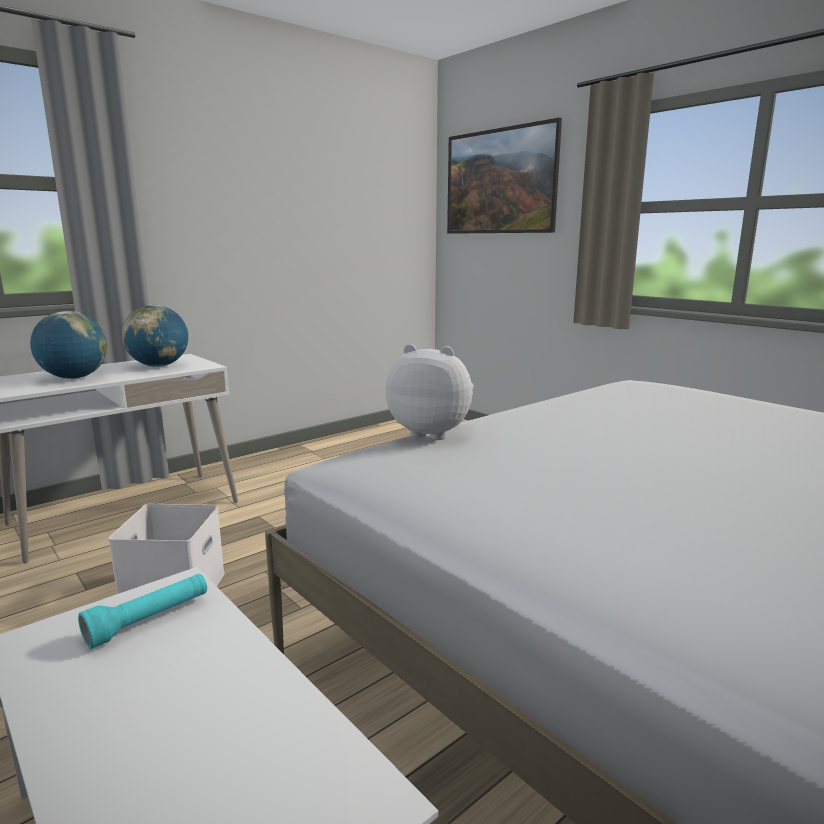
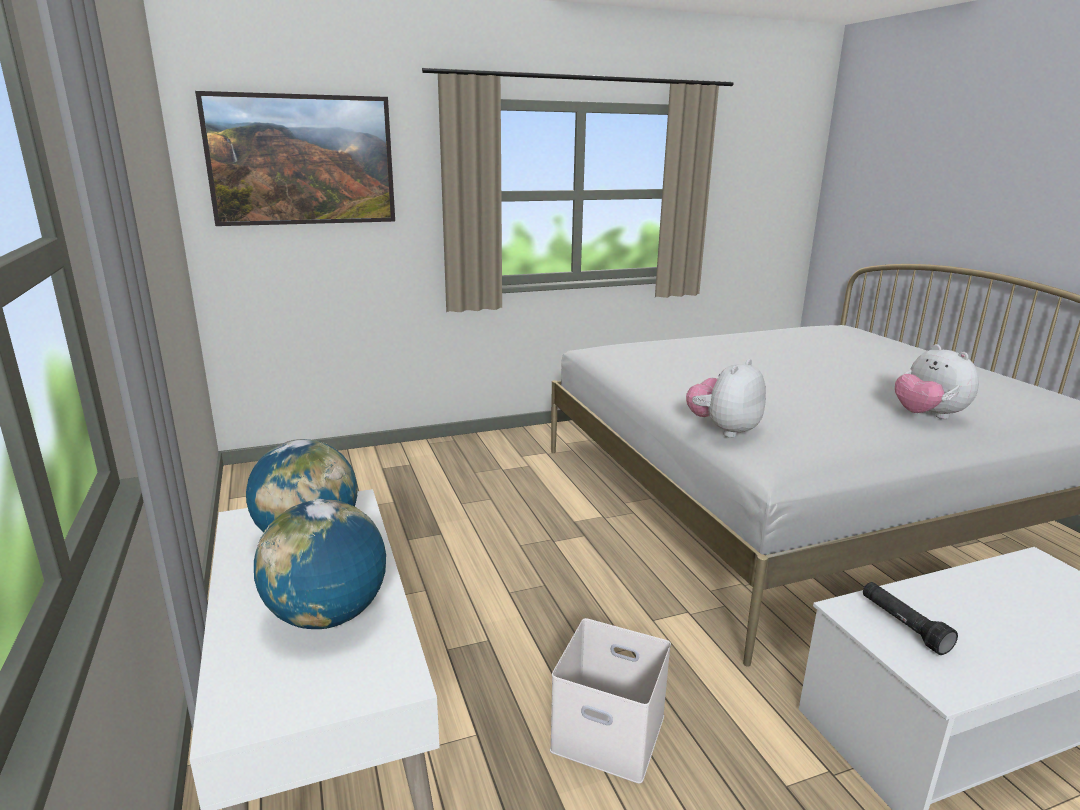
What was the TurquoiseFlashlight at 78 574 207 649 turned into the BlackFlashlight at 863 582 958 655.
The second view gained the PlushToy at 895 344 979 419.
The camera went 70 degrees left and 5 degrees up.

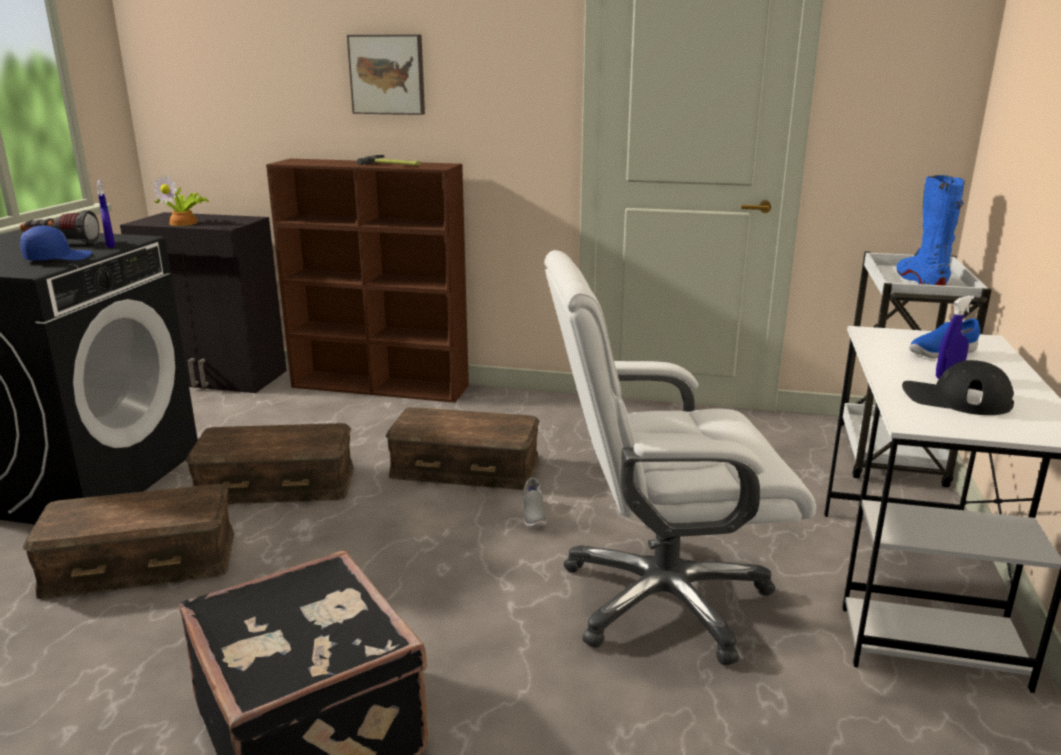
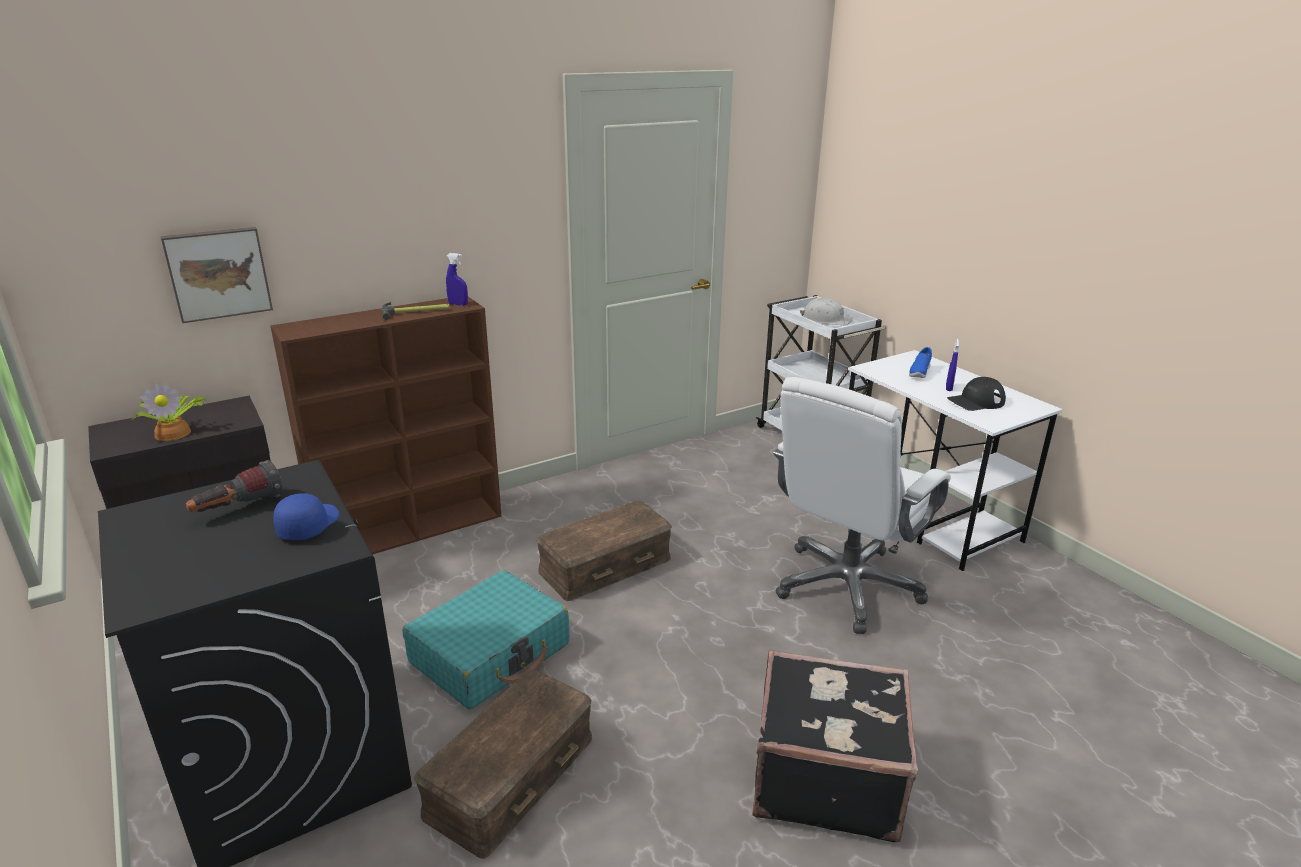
The Picture ended up elsewhere, having gone from 347 35 425 115 to 160 227 273 323.
Where the BlueBoot stood at 896 175 965 286, the WhiteHardHat came to stand at 800 298 852 326.
The BlueSprayBottle ended up elsewhere, having gone from 97 180 115 248 to 446 253 468 306.
Where the BrownStorageBox stood at 186 423 354 504, the TurquoiseSuitcase came to stand at 402 570 569 709.
The second view lost the GreyShoe at 523 478 547 528.
The camera went 45 degrees left and 5 degrees up.

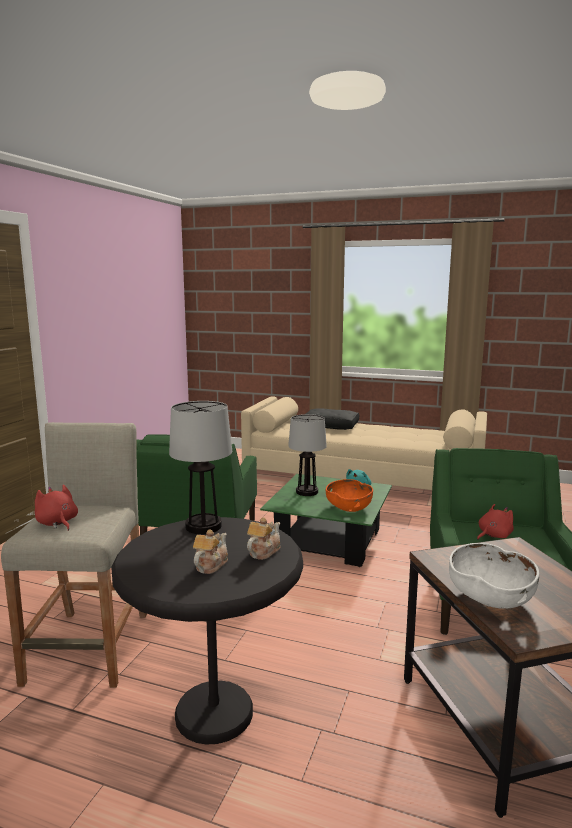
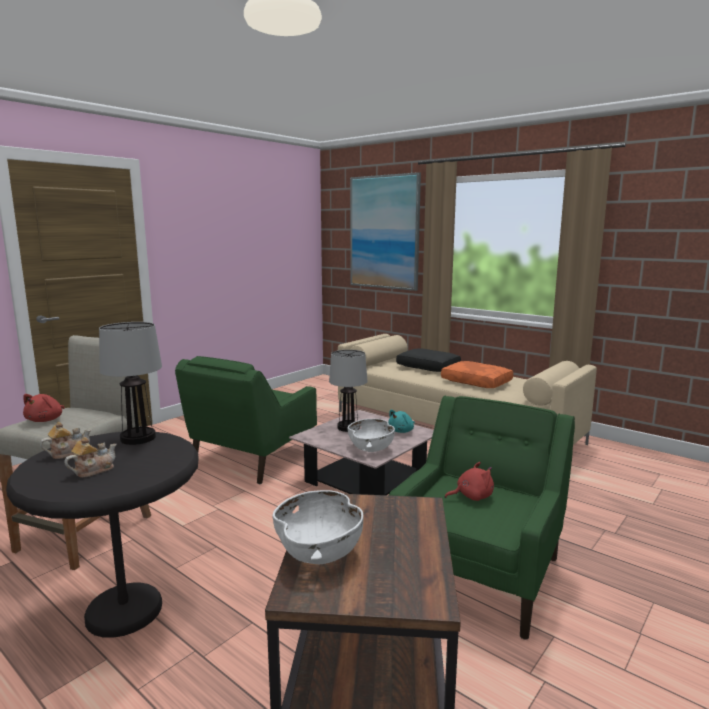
What was the GreenCoffeeTable at 260 474 392 567 turned into the PinkCoffeeTable at 289 410 434 495.
What was the OrangeBowl at 326 479 373 512 turned into the WhiteBowl at 347 419 395 452.
The RedPlushToy at 35 484 78 531 ended up facing another way, 150 degrees counterclockwise from before.
The Teapot ended up elsewhere, having gone from 247 518 280 560 to 40 422 91 459.
The second view gained the Picture at 350 172 421 291.
The second view gained the OrangePillow at 441 361 513 388.
The camera went 20 degrees right and 0 degrees up.

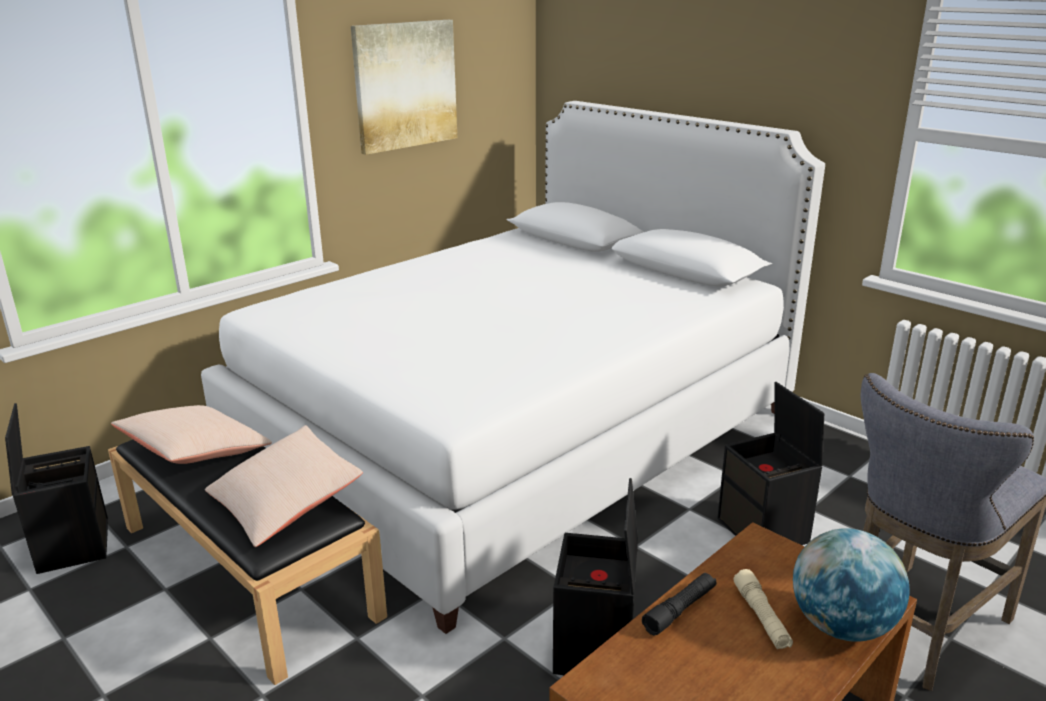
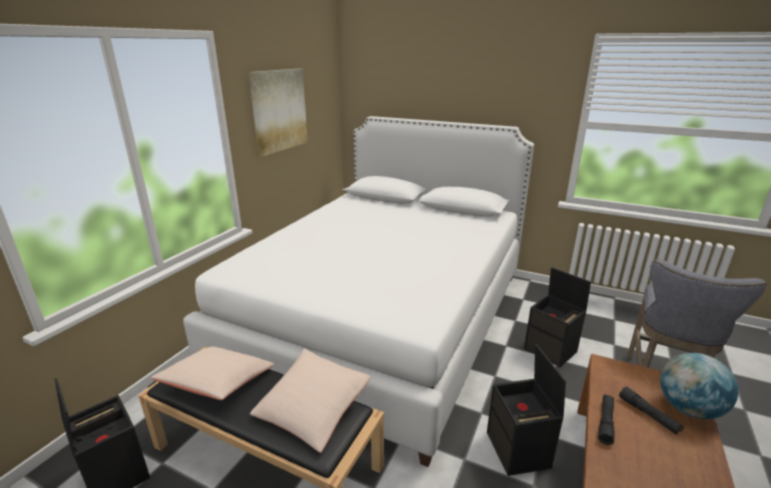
What was the BeigeFlashlight at 734 569 793 650 turned into the BlackFlashlight at 619 387 684 435.
The camera went 20 degrees left and 0 degrees up.

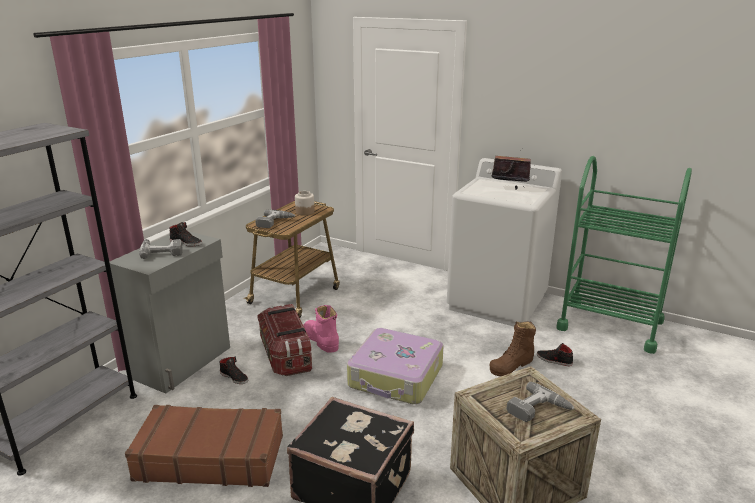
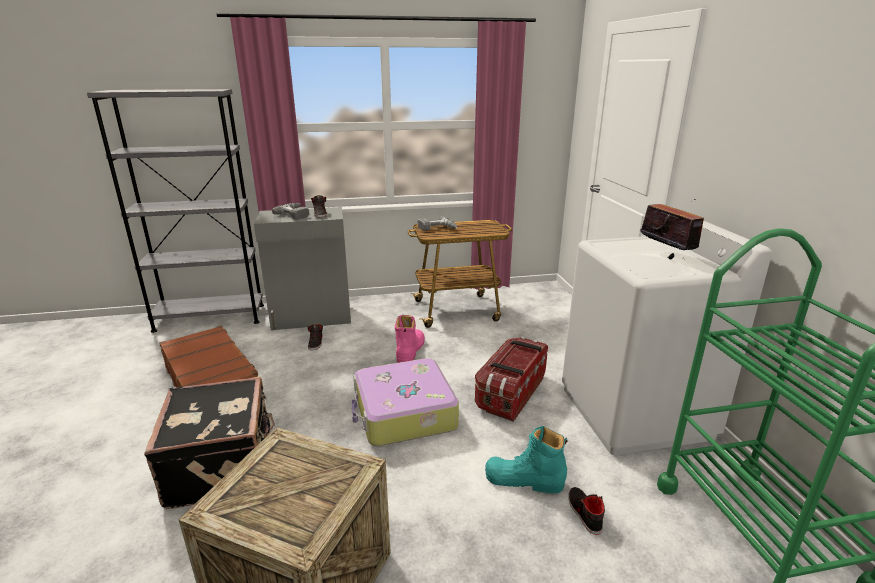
The second view lost the Jar at 295 191 315 216.
The StorageBox ended up elsewhere, having gone from 257 304 312 376 to 475 337 548 422.
What was the BrownBoot at 490 321 536 377 turned into the TurquoiseBoot at 485 426 568 493.
The second view lost the PowerDrill at 506 382 574 422.
The camera went 50 degrees right and 0 degrees up.

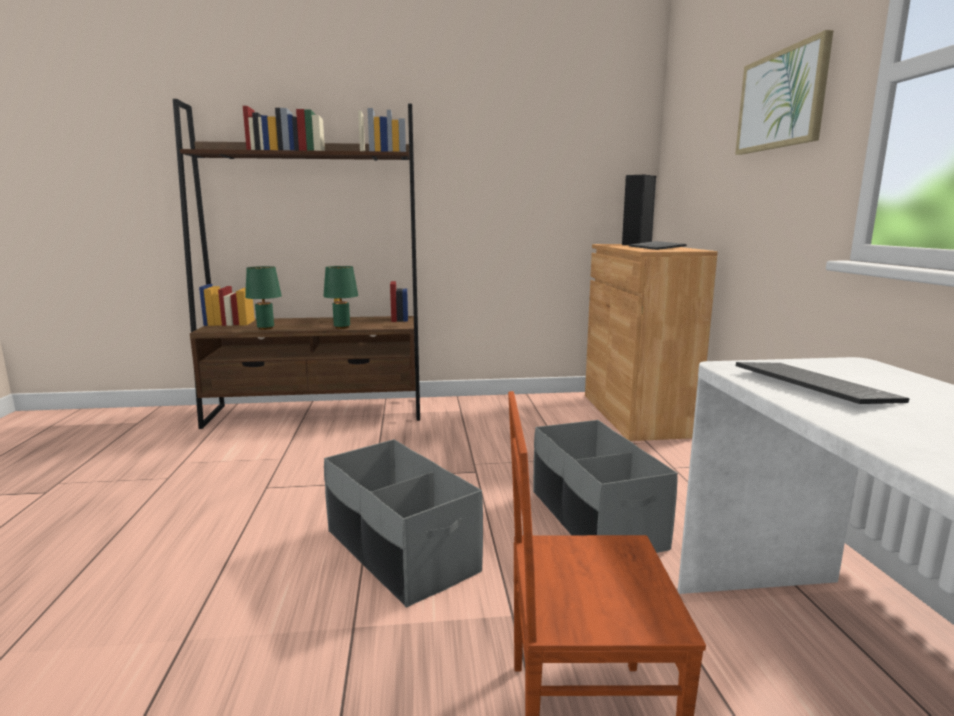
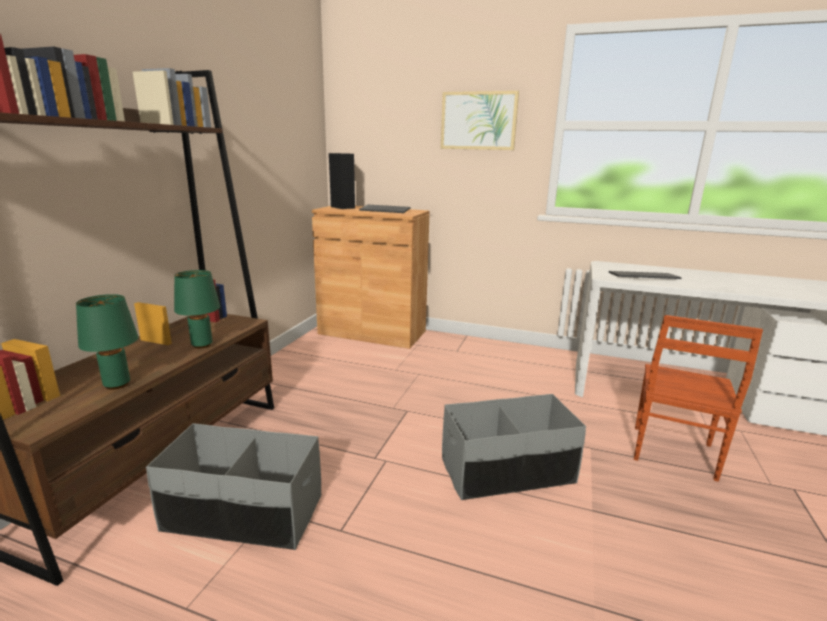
The GreyStorageBox ended up elsewhere, having gone from 533 420 678 553 to 146 423 321 550.
The camera went 65 degrees left and 5 degrees up.

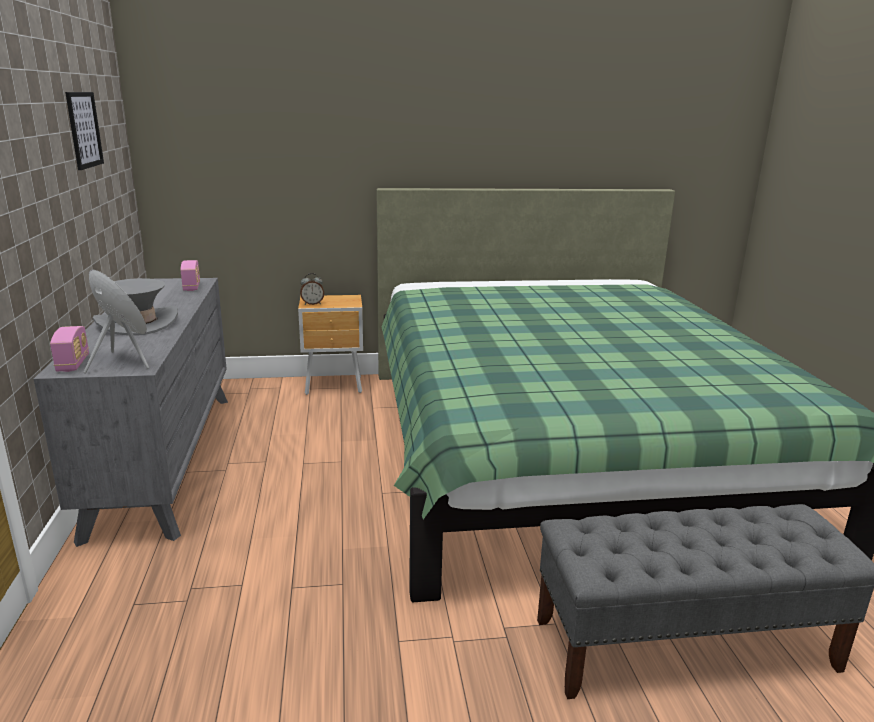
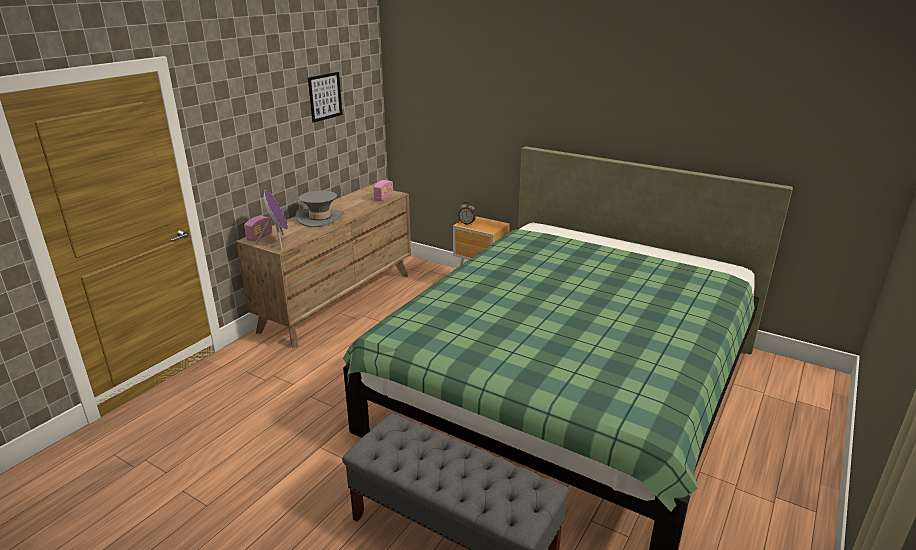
What was the GreyDresser at 34 278 228 547 turned into the BrownDresser at 236 185 411 348.
The camera went 40 degrees right and 5 degrees up.

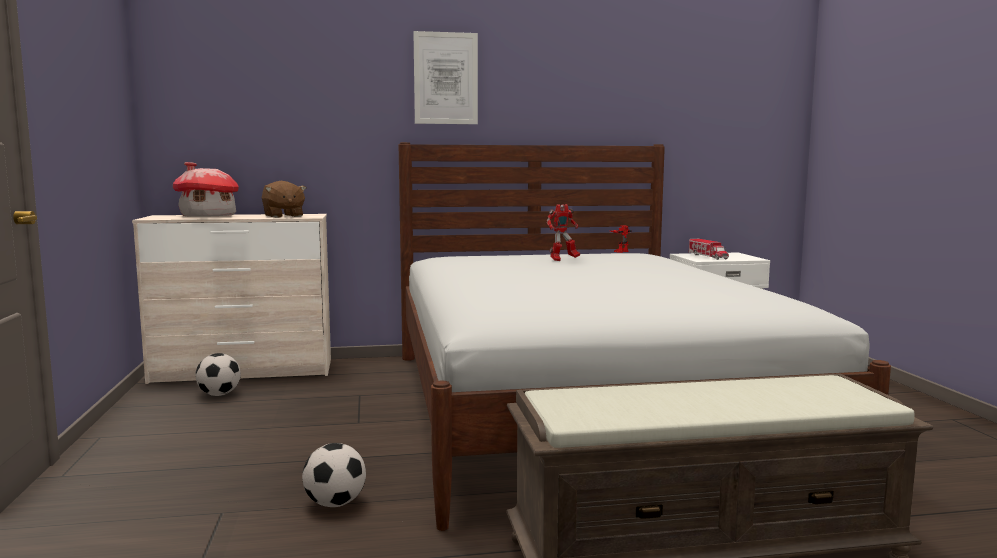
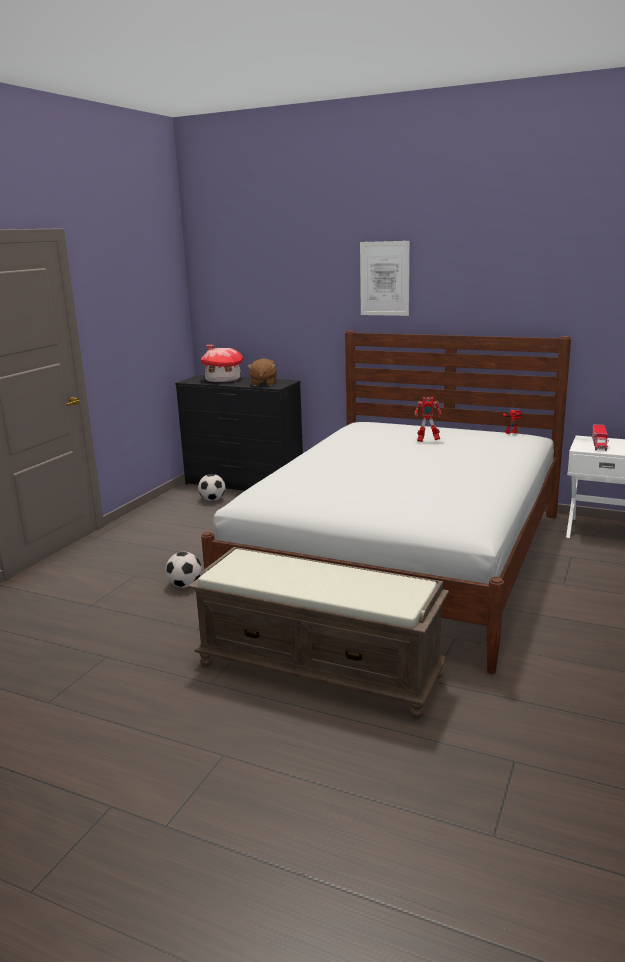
What was the BeigeDresser at 132 214 331 384 turned into the BlackDresser at 175 375 303 491.
The camera went 35 degrees right and 10 degrees up.

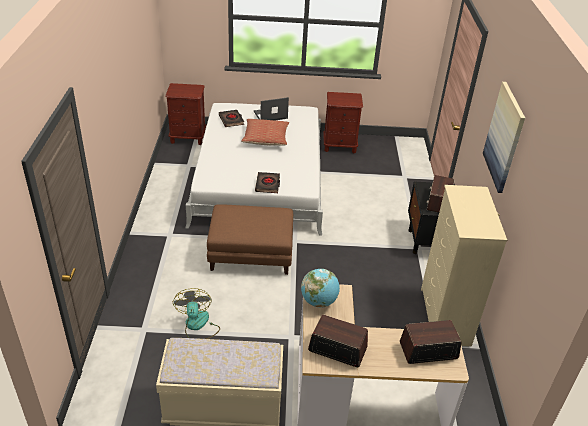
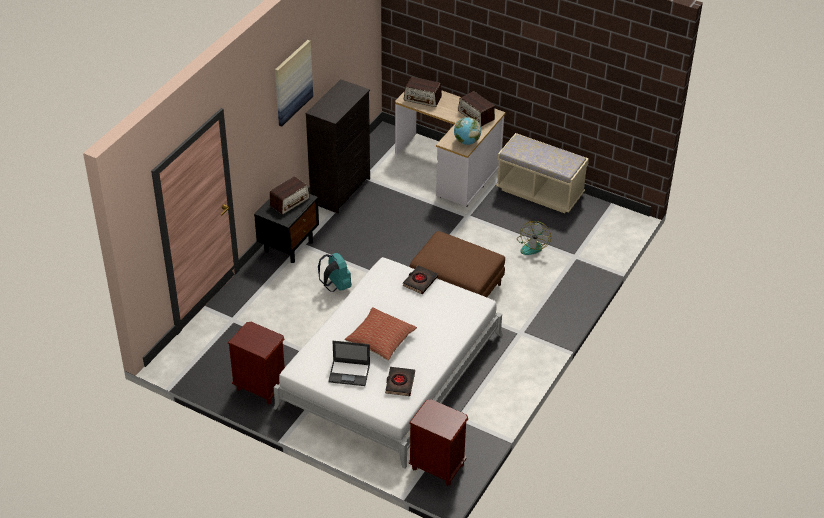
What was the BeigeDresser at 421 185 507 346 turned into the BlackDresser at 305 79 370 214.
The second view gained the TurquoiseBackpack at 318 253 352 292.
The camera went 150 degrees left and 5 degrees up.

